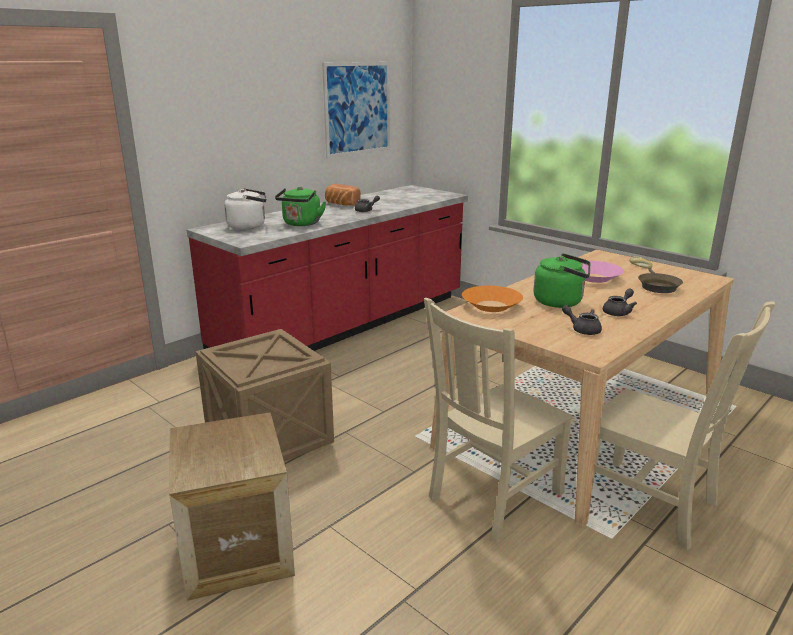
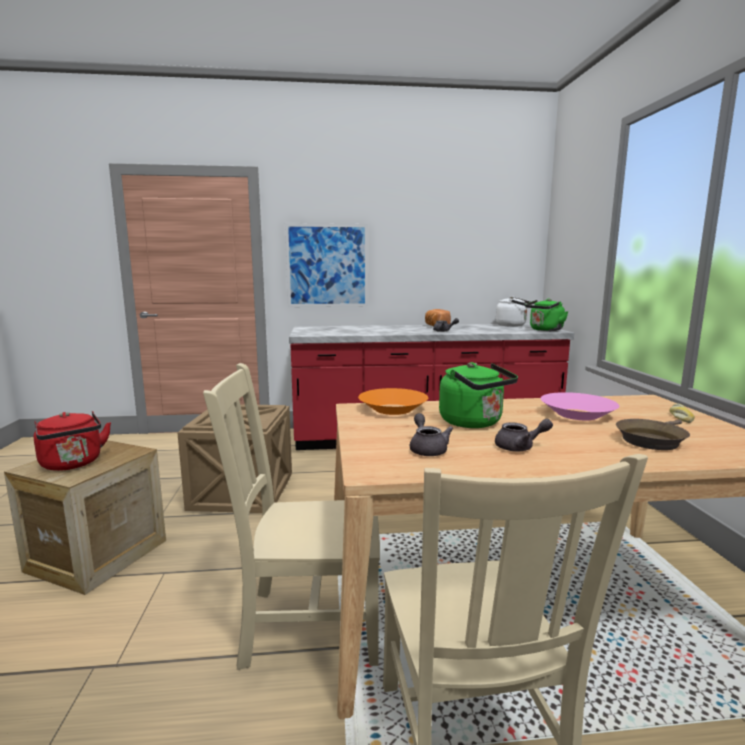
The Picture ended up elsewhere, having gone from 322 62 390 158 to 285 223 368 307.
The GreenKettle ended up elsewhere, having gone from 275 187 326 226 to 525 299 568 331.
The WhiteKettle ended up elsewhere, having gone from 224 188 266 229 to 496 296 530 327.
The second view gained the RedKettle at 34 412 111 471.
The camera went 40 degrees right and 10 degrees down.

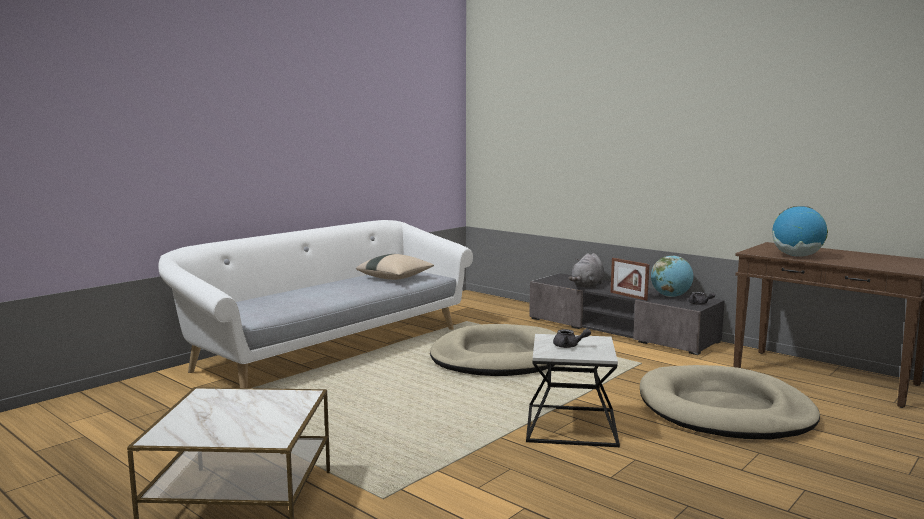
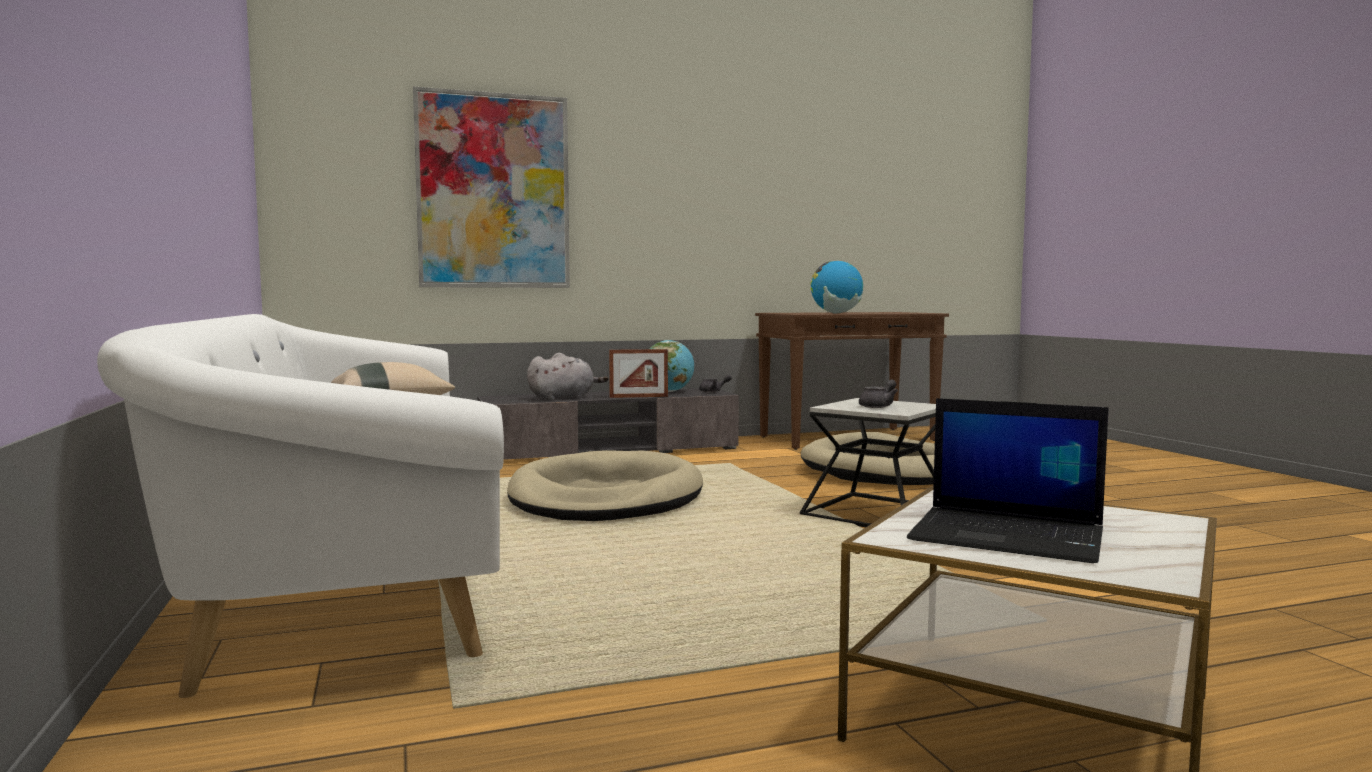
The GreyPlushToy at 569 253 604 289 ended up facing another way, 90 degrees counterclockwise from before.
The second view gained the Picture at 413 86 570 288.
The second view gained the Laptop at 907 398 1109 563.
The camera went 60 degrees left and 5 degrees down.

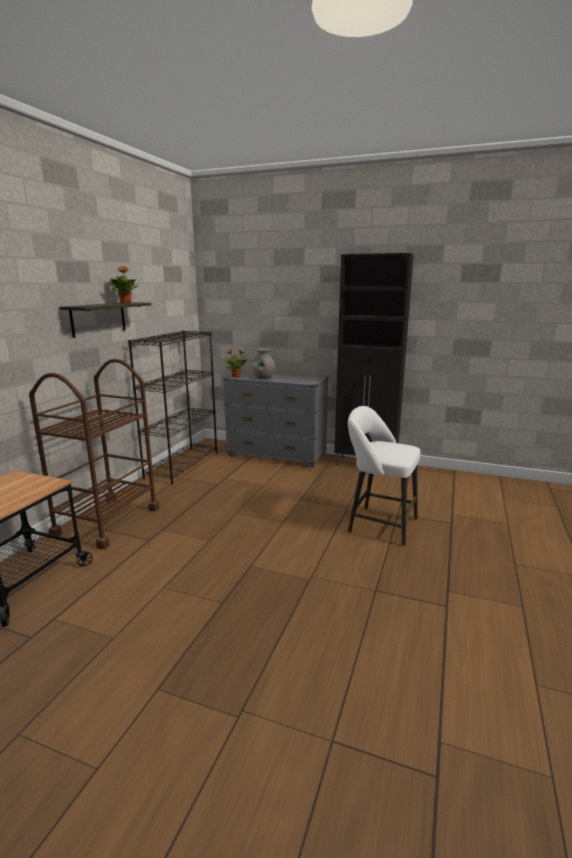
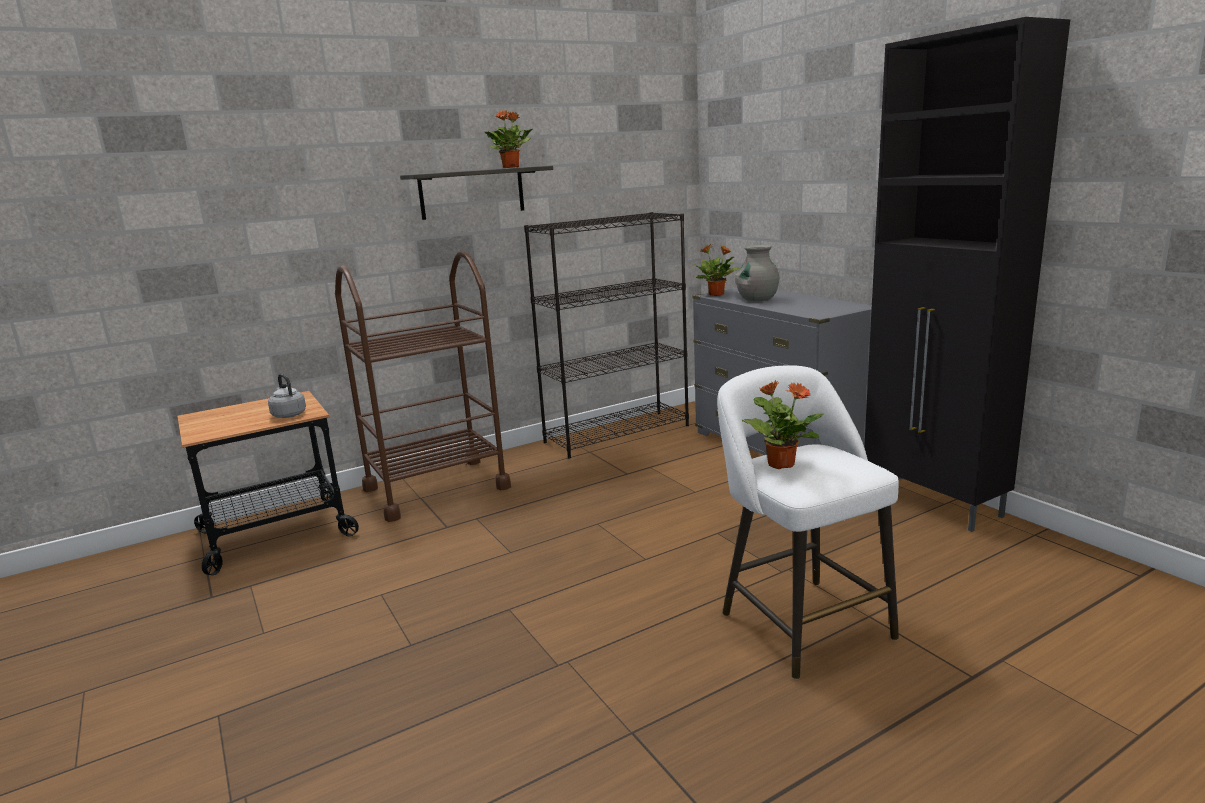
The second view gained the GreyKettle at 268 374 306 418.
The second view gained the PottedPlant at 742 381 824 469.
The camera went 40 degrees right and 0 degrees up.

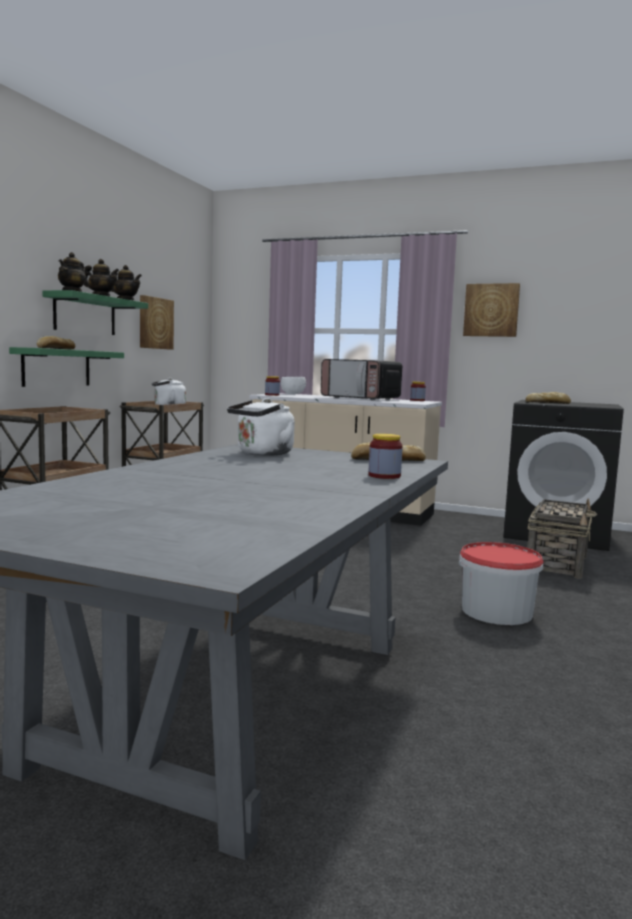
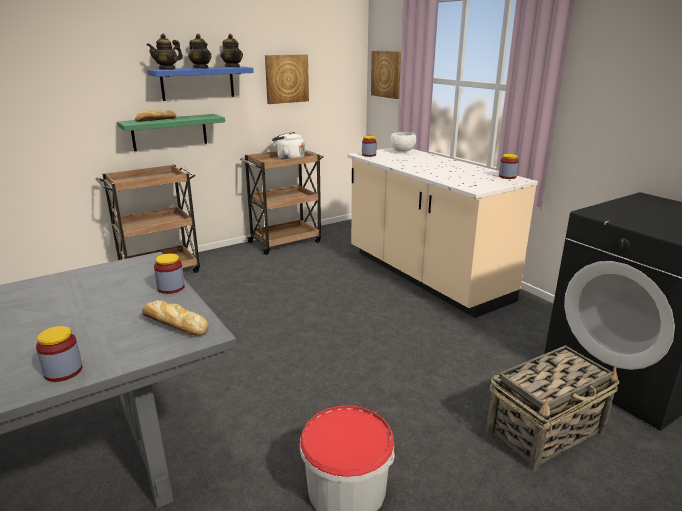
The Picture ended up elsewhere, having gone from 463 283 520 337 to 371 51 401 99.
What was the GreenShelf at 42 290 148 335 turned into the BlueShelf at 147 66 254 101.
The second view lost the Microwave at 321 359 402 400.
The second view lost the Bread at 525 392 571 404.
The second view lost the WhiteKettle at 227 398 295 456.
The second view gained the Jar at 154 254 185 294.
The camera went 35 degrees right and 15 degrees up.

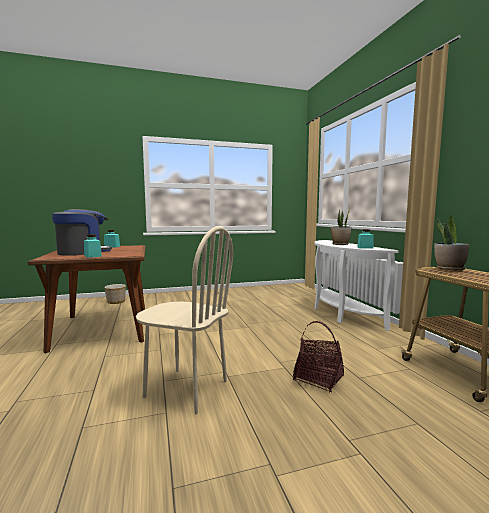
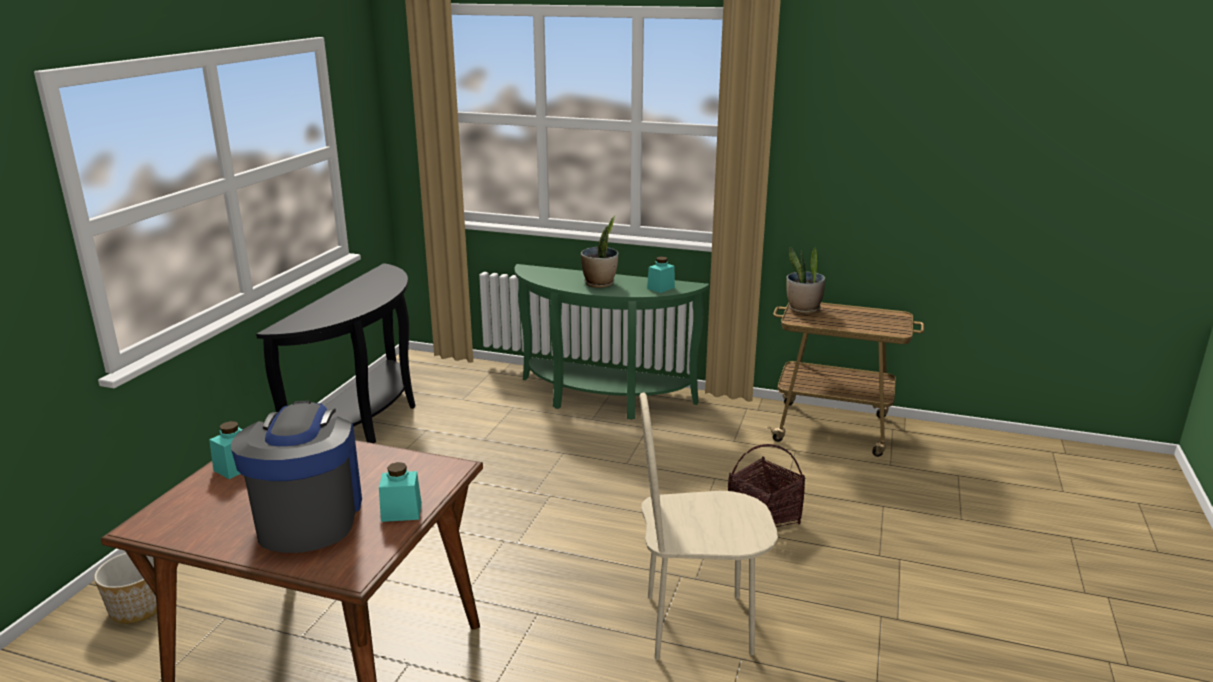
The BeigeChair at 136 226 233 414 ended up facing another way, 150 degrees counterclockwise from before.
What was the WhiteConsoleTable at 315 240 399 331 turned into the GreenConsoleTable at 515 264 709 420.
The second view gained the BlackConsoleTable at 256 263 415 443.
The camera went 55 degrees left and 15 degrees up.

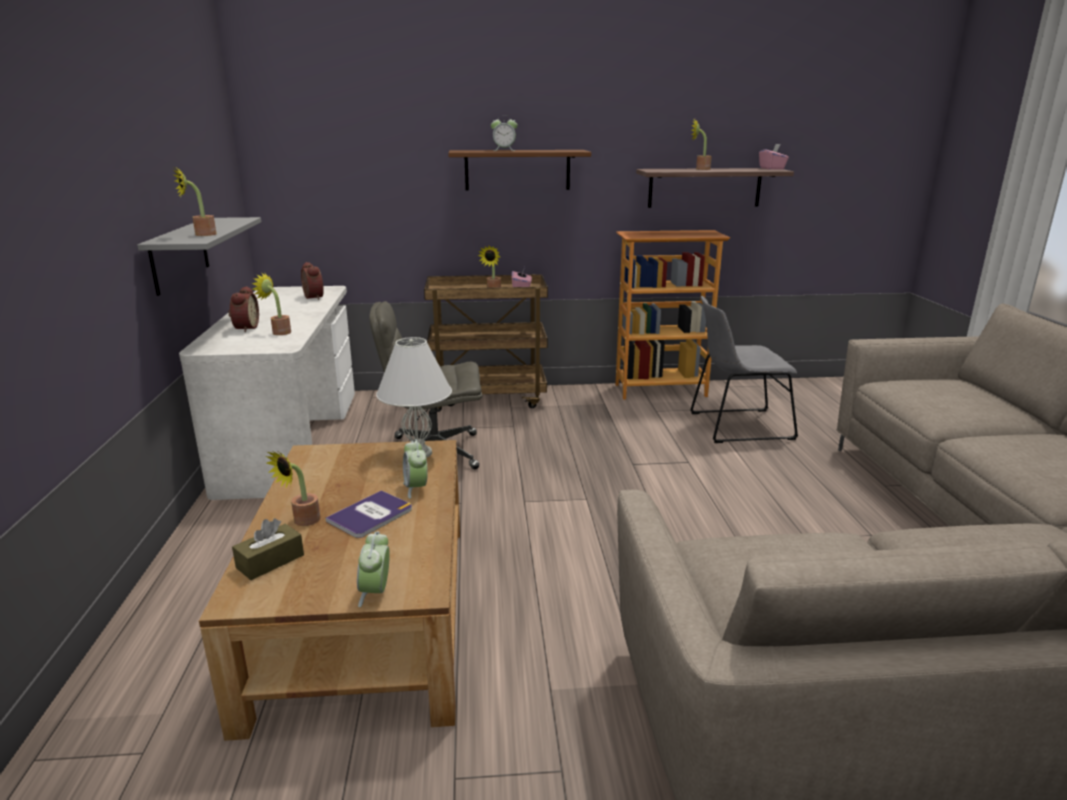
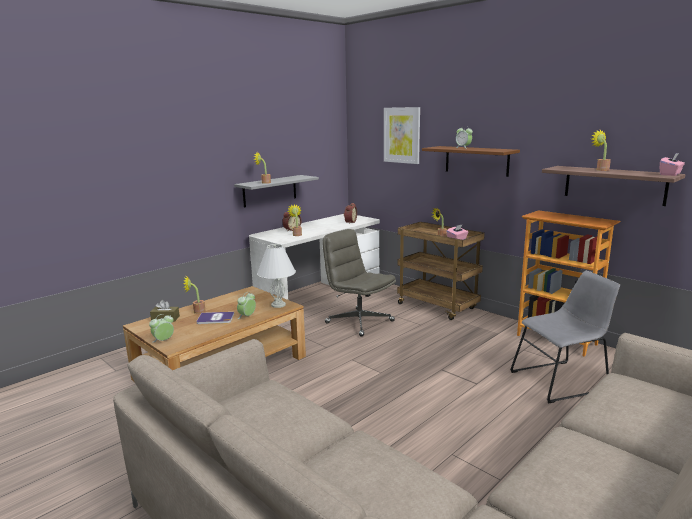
The GreyChair at 690 296 798 443 ended up facing another way, 120 degrees clockwise from before.
The second view gained the Picture at 384 107 420 164.
The camera went 50 degrees right and 5 degrees down.

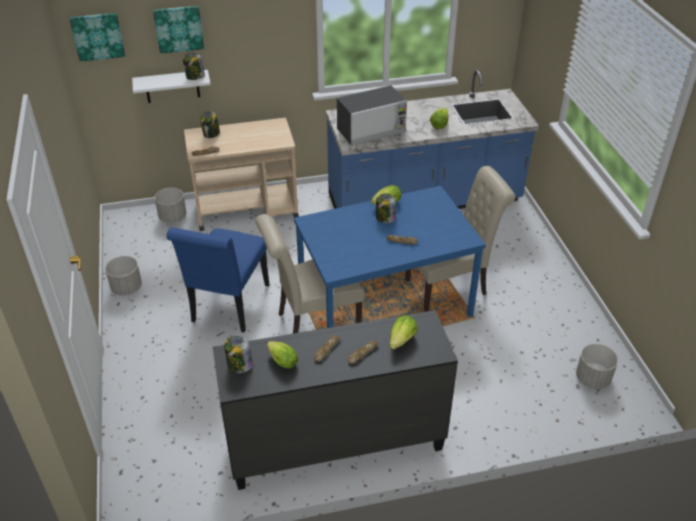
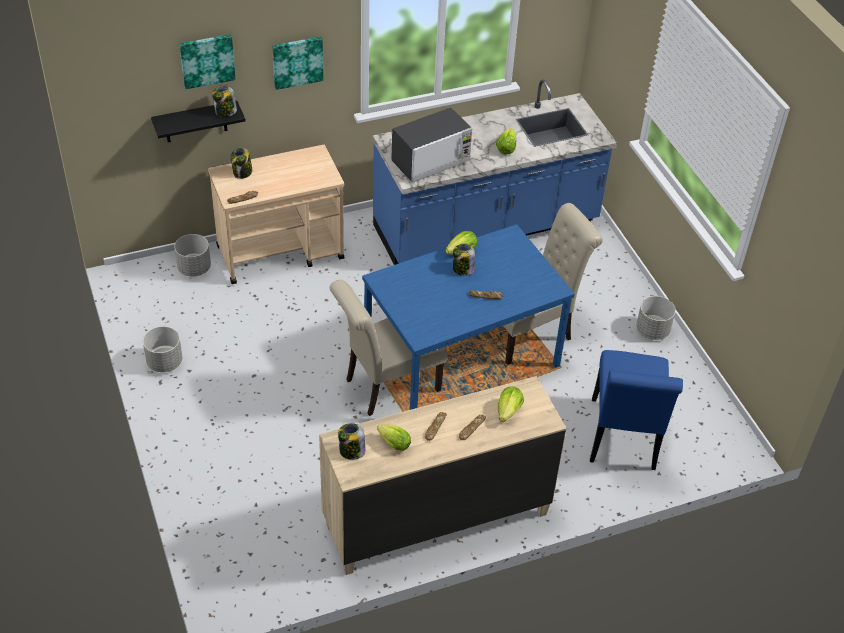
The Picture ended up elsewhere, having gone from 69 13 125 61 to 272 37 323 90.
What was the WhiteShelf at 132 70 211 103 turned into the BlackShelf at 151 101 246 142.
The BlueChair ended up elsewhere, having gone from 166 228 269 332 to 590 350 683 470.
What was the BlackDresser at 213 310 458 490 turned into the BeigeDresser at 319 376 567 575.
The GreyPlanter ended up elsewhere, having gone from 576 344 618 389 to 636 296 676 340.
The camera went 10 degrees left and 5 degrees up.

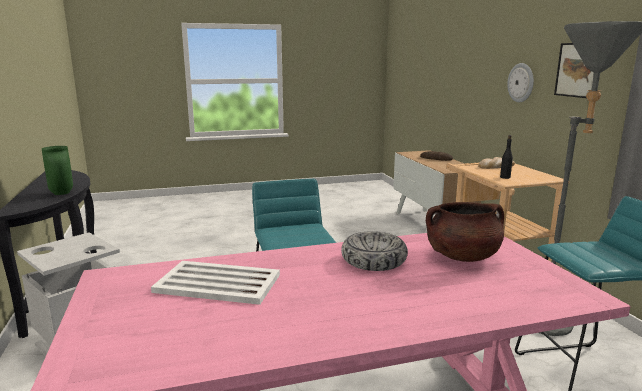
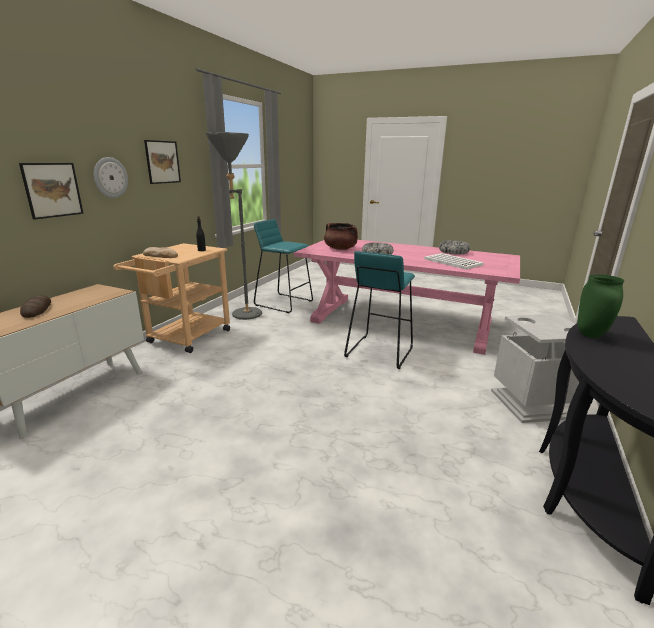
The second view gained the Picture at 19 163 84 220.
The second view gained the Bowl at 439 240 470 255.
The camera went 140 degrees left and 5 degrees up.

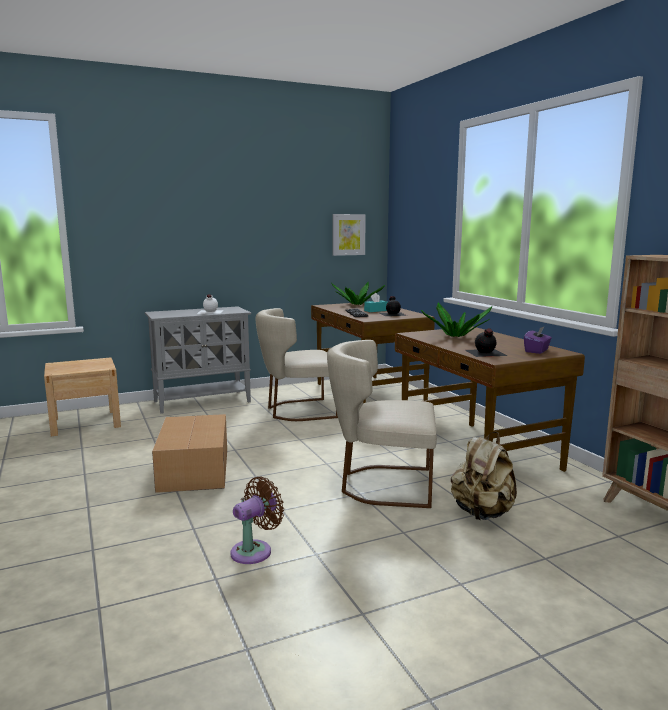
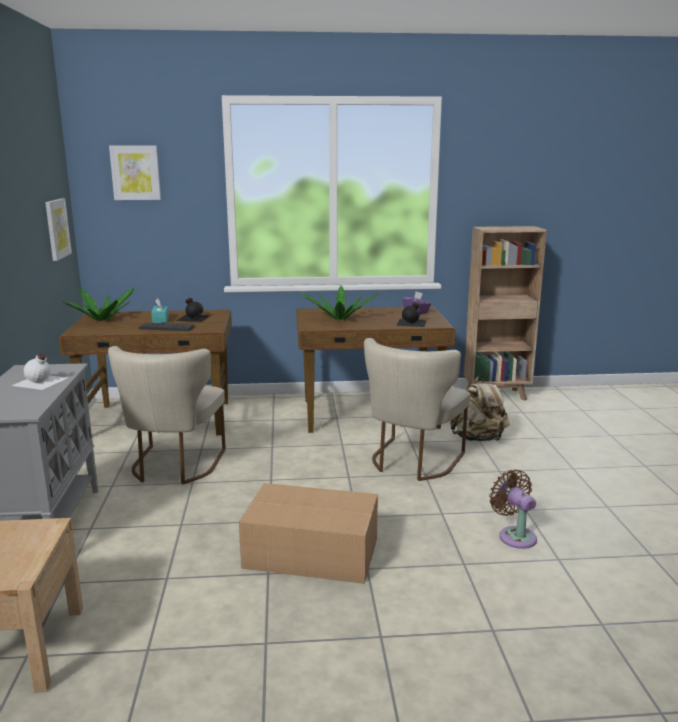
The second view gained the Picture at 109 145 161 200.
The camera went 70 degrees left and 5 degrees up.

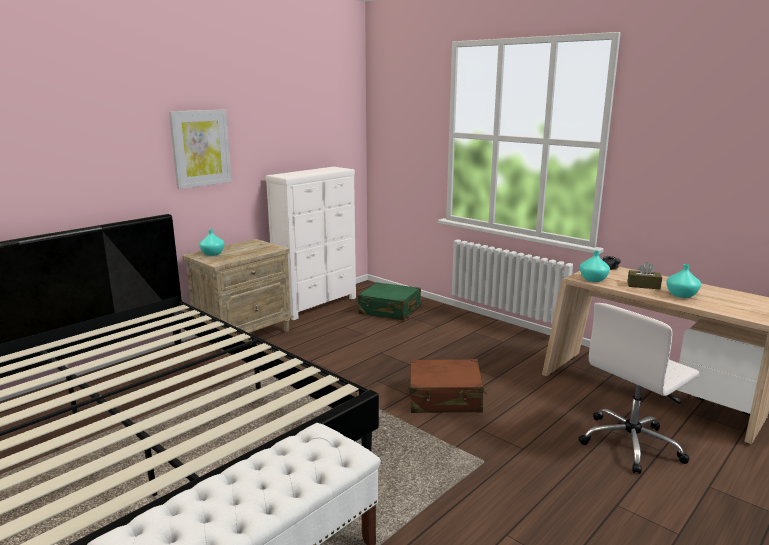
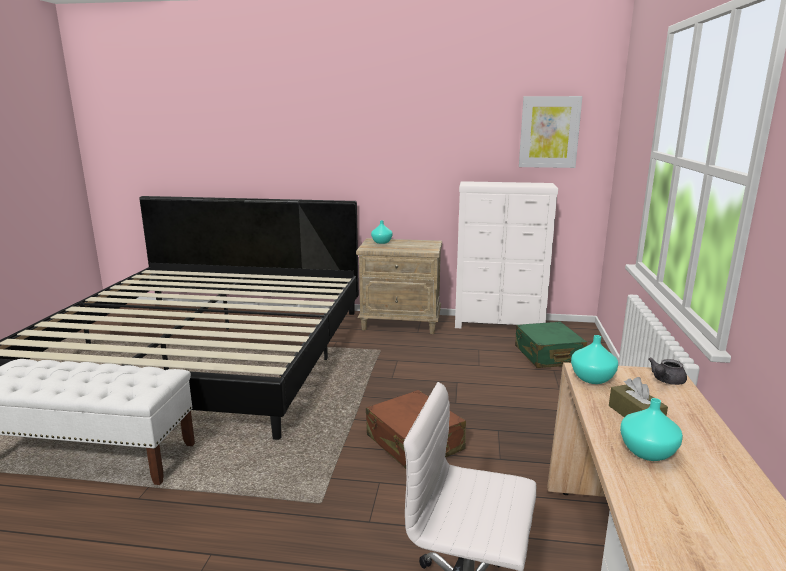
The Picture ended up elsewhere, having gone from 169 110 232 189 to 519 96 583 168.
The camera went 55 degrees right and 0 degrees up.

